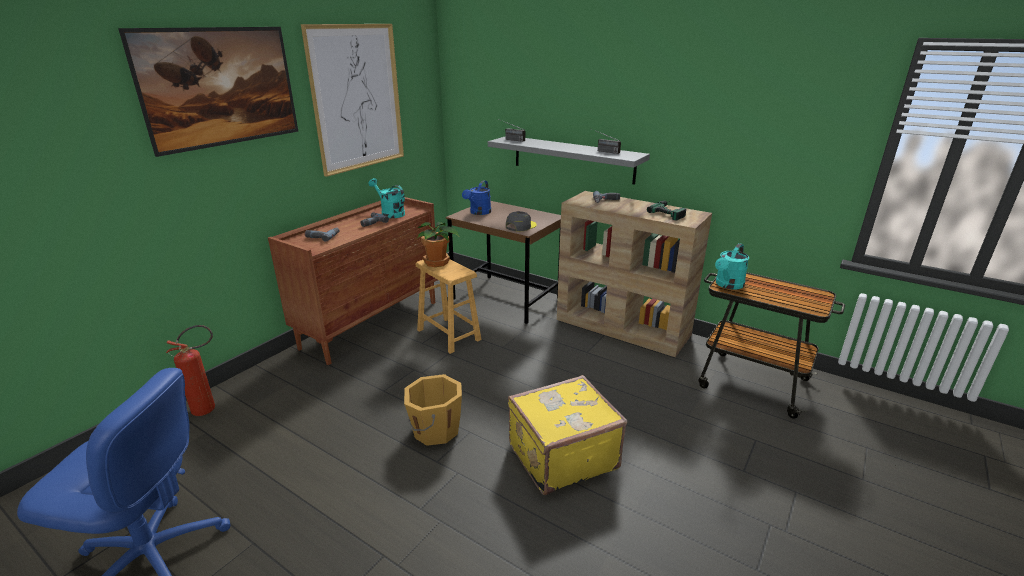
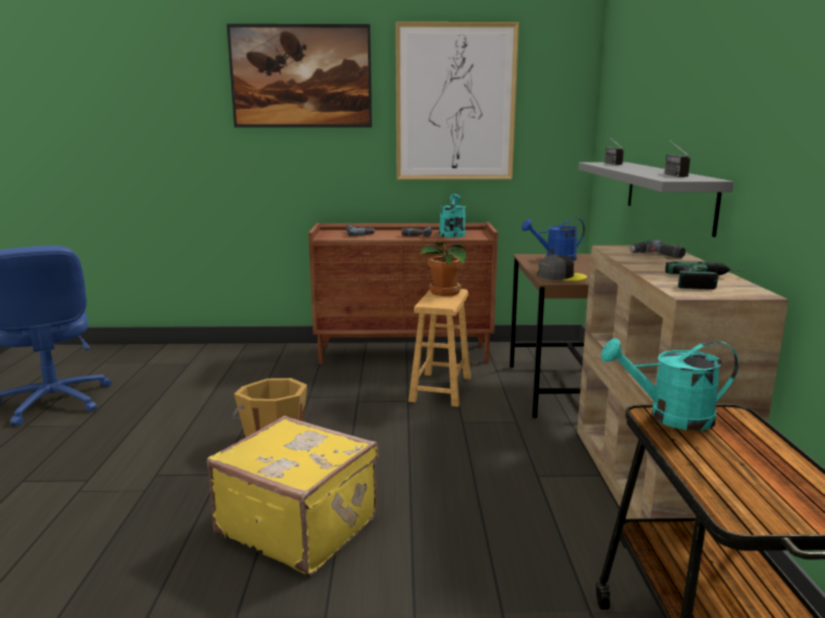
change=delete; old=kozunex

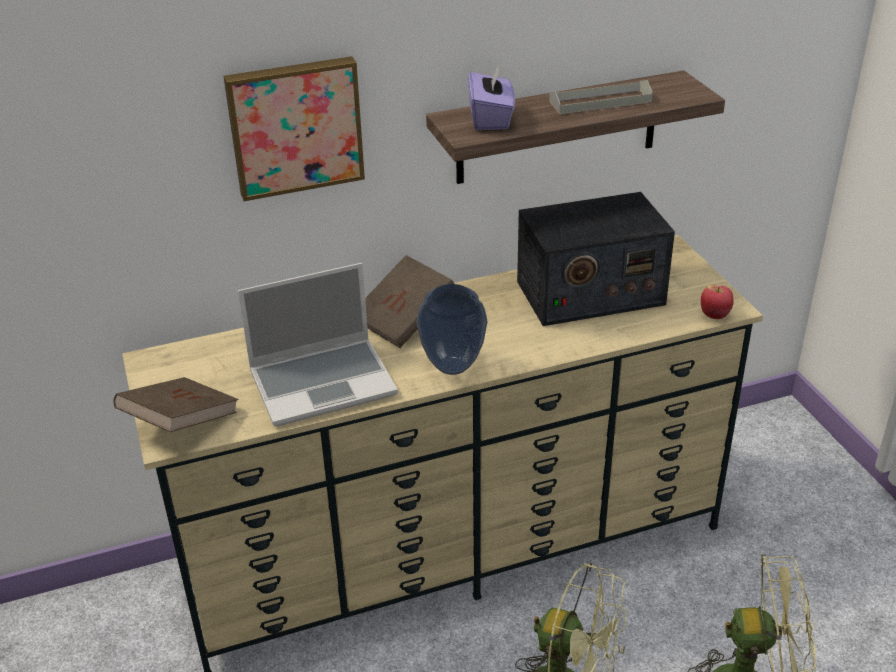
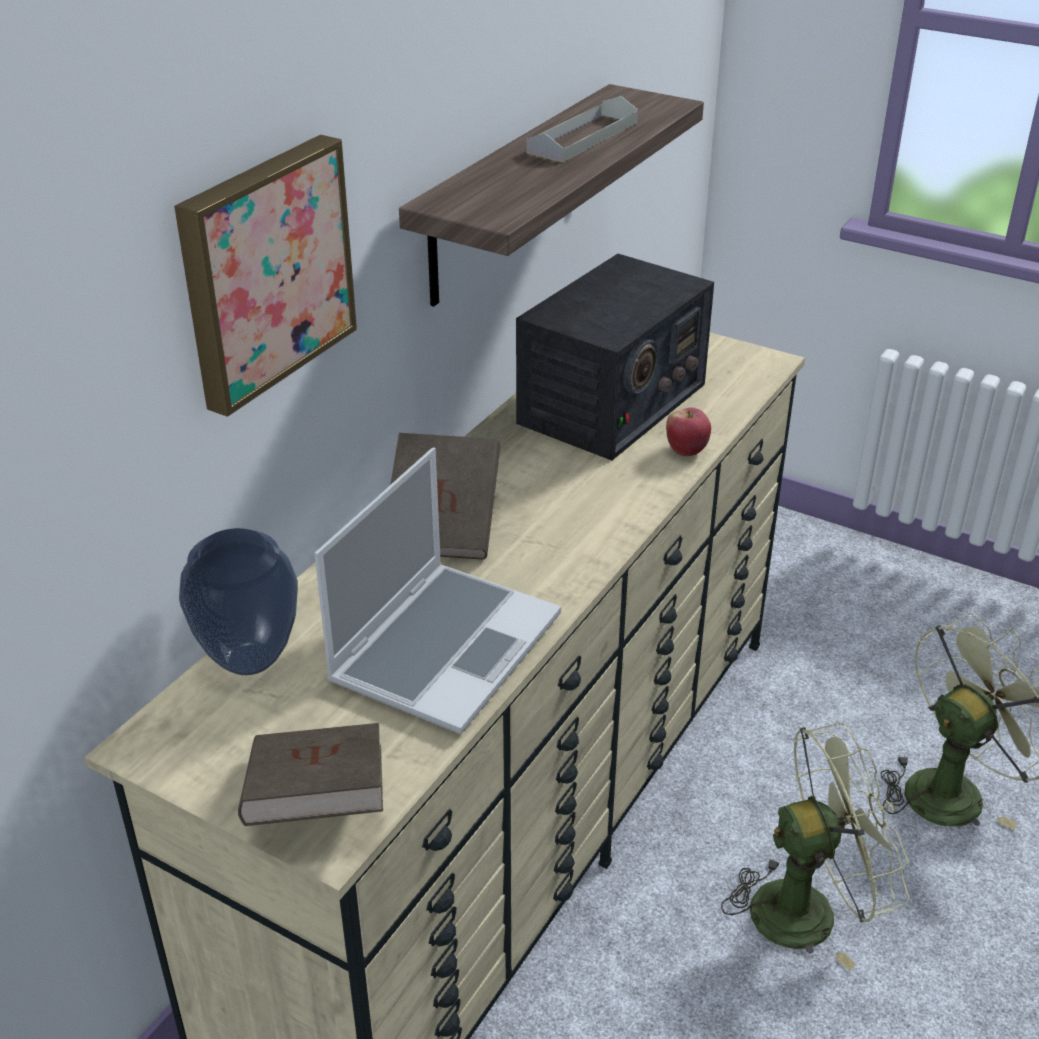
change=delete; old=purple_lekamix
change=move; old=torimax
change=move; old=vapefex

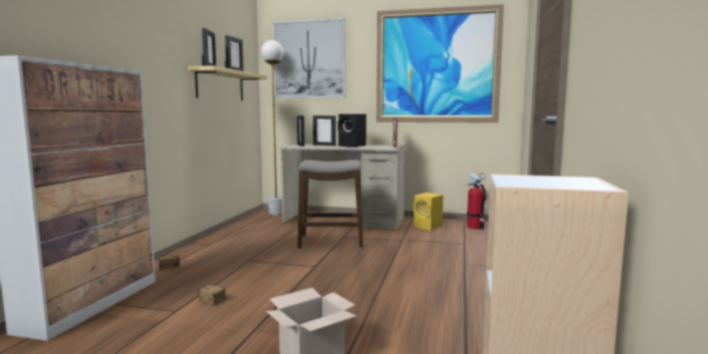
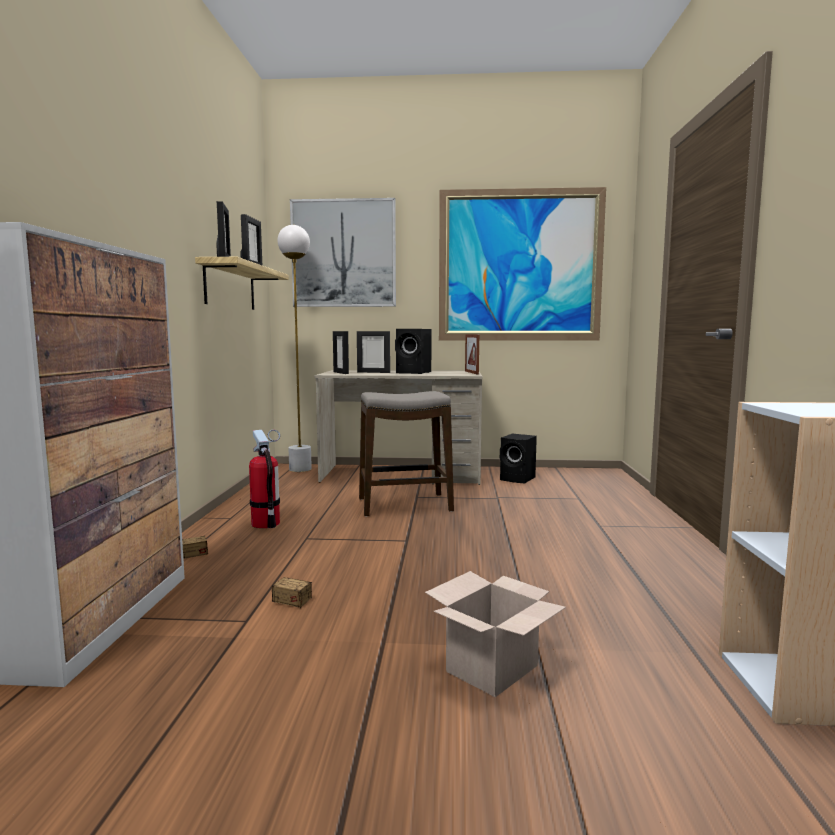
change=move; old=kozunex
change=recolor; old=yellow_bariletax; new=black_bariletax (2nd from left)

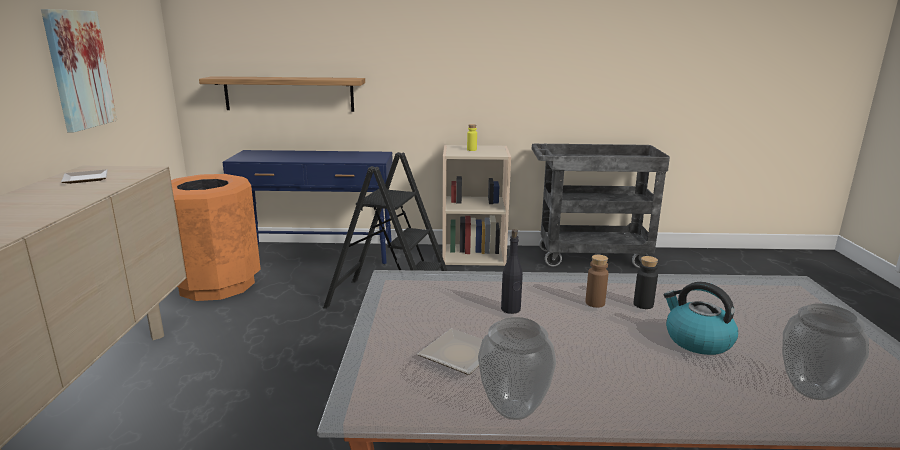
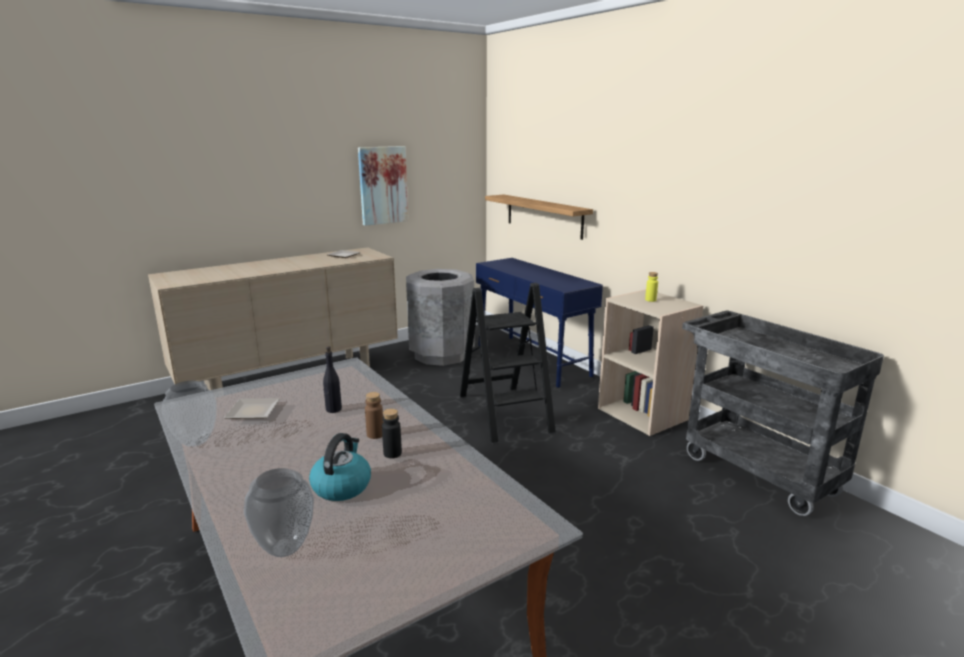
change=recolor; old=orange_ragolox; new=grey_ragolox

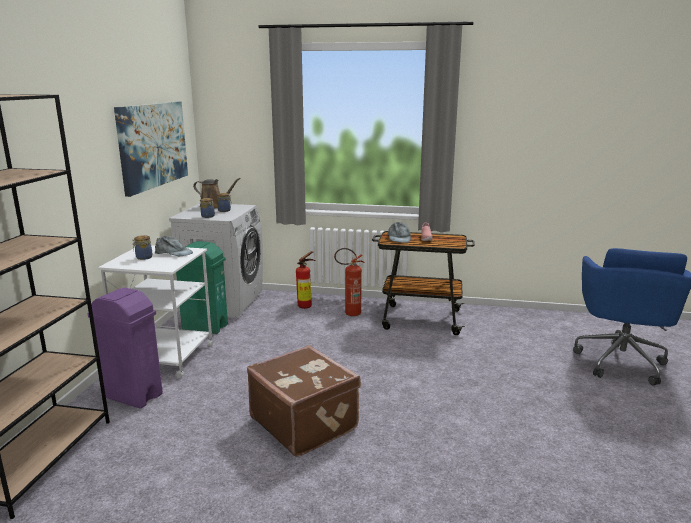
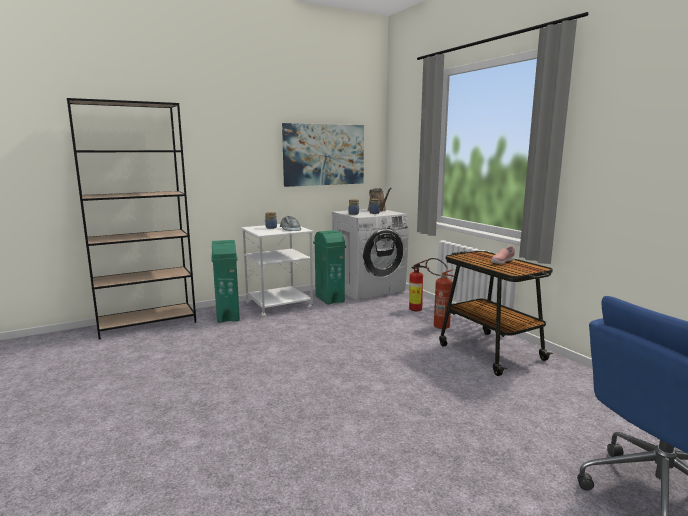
change=delete; old=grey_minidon (2nd from left)
change=recolor; old=purple_ragolox; new=green_ragolox (1st from left)
change=delete; old=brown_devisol

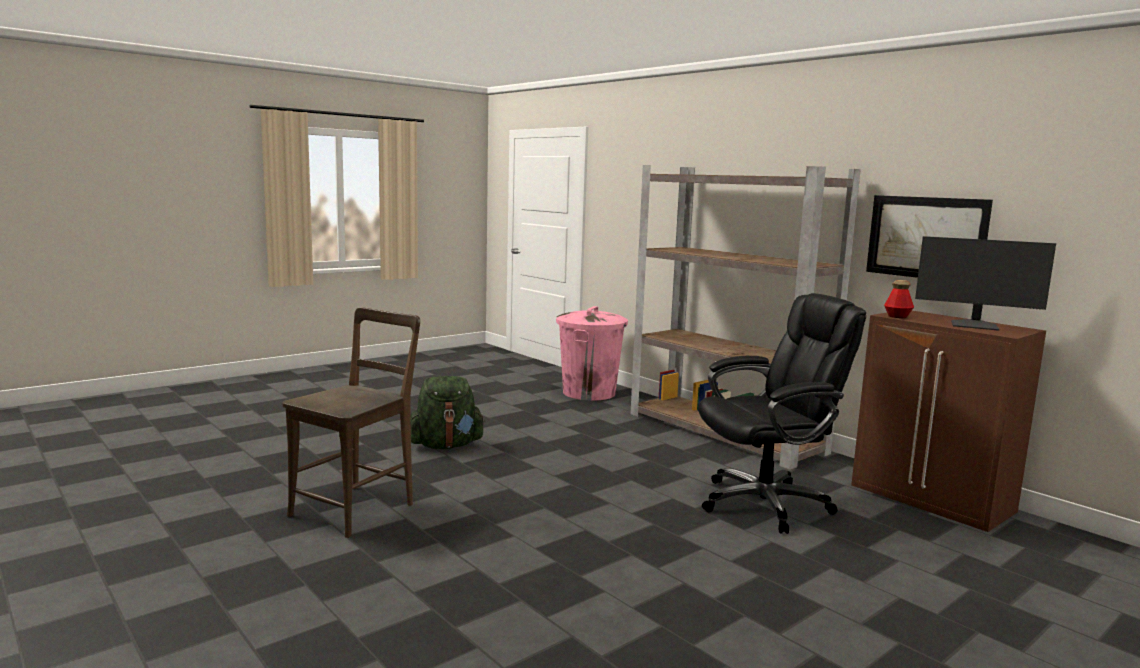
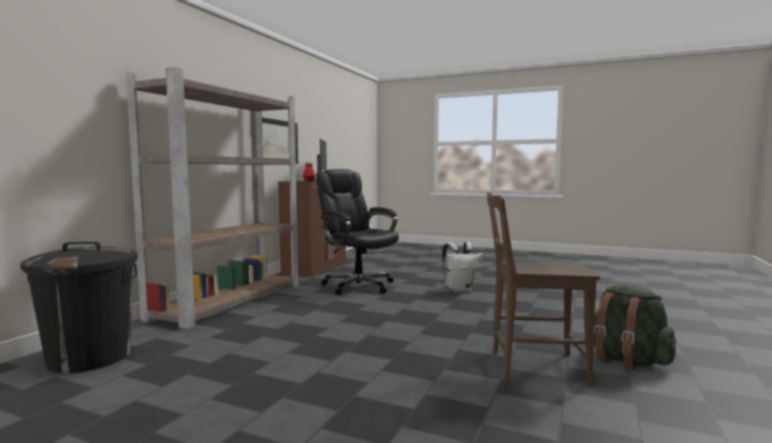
change=recolor; old=pink_ragolox; new=black_ragolox
change=move; old=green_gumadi
change=insert; new=white_gumadi

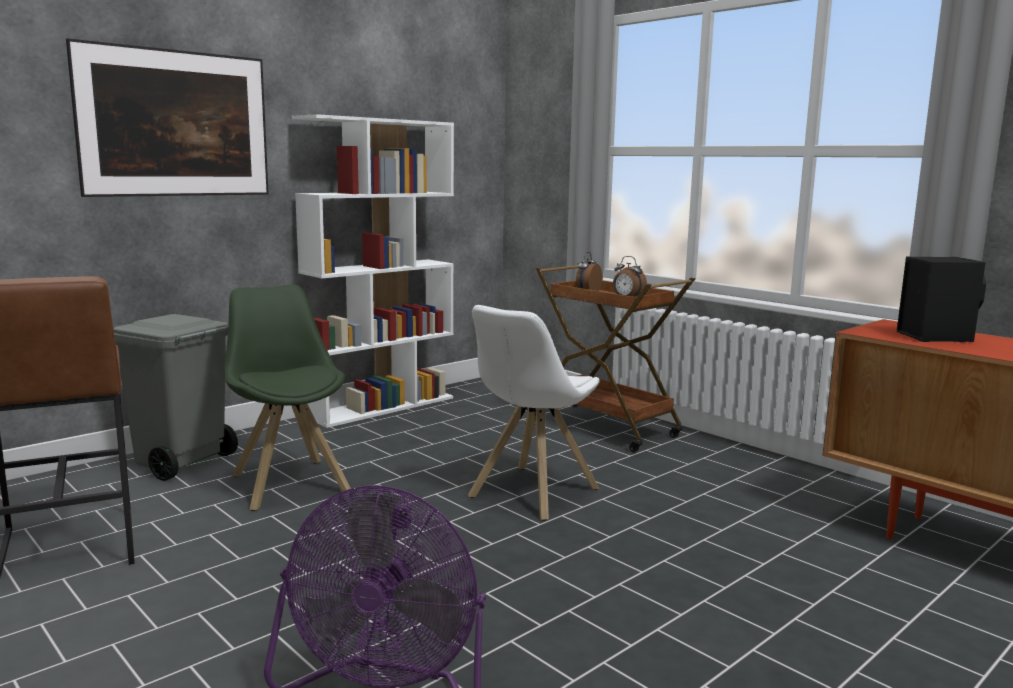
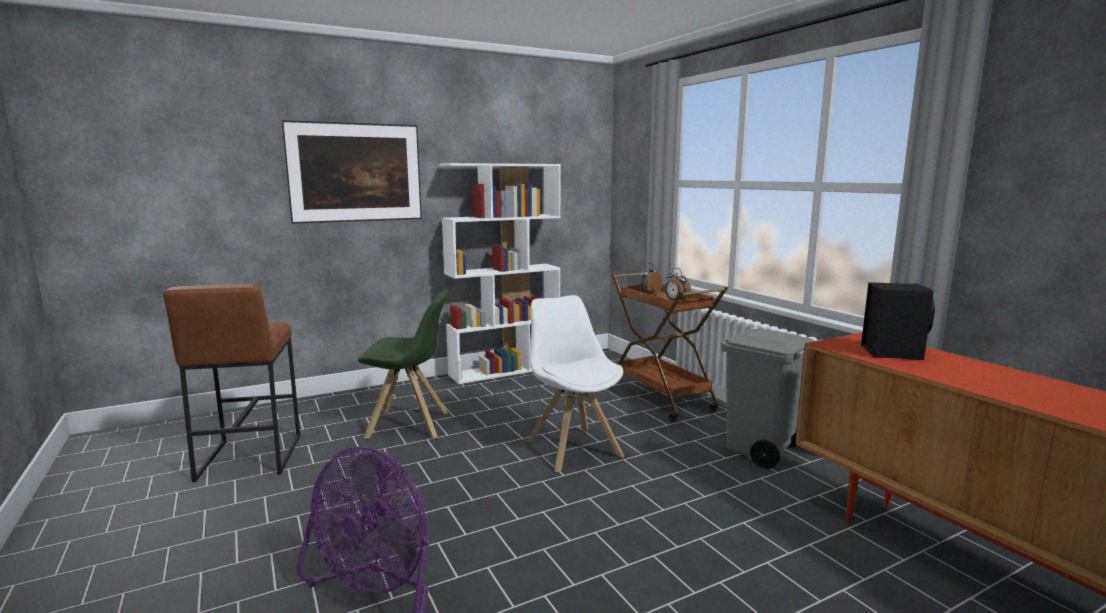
change=rotate; old=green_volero; degrees=105
change=rotate; old=white_volero; degrees=105
change=move; old=grey_ragolox

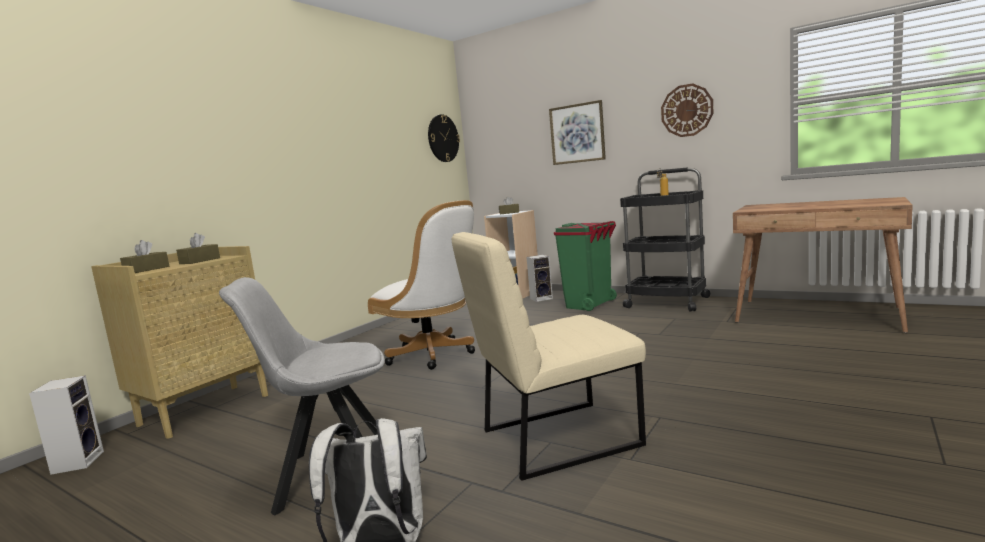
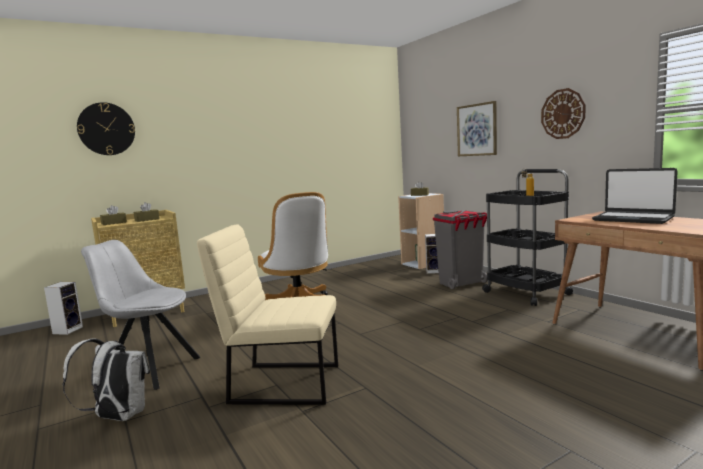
change=move; old=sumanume (1st from left)
change=recolor; old=green_ragolox; new=grey_ragolox
change=insert; new=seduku

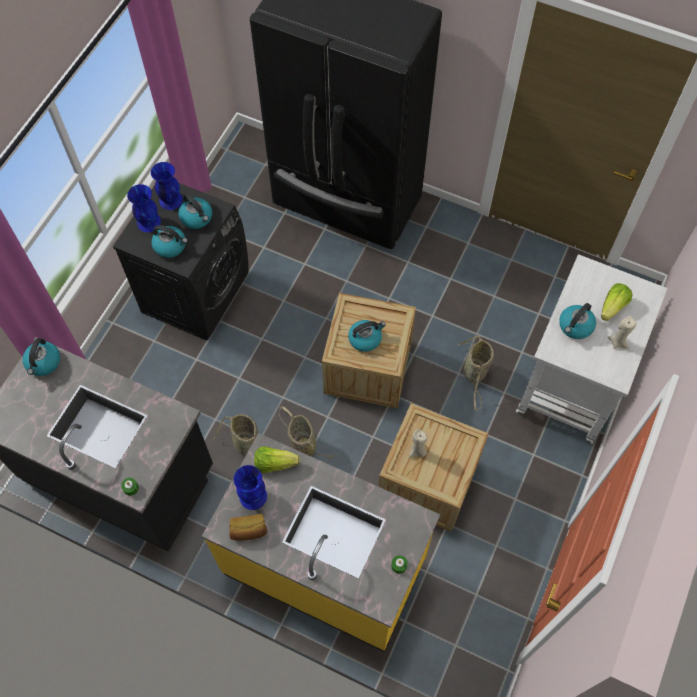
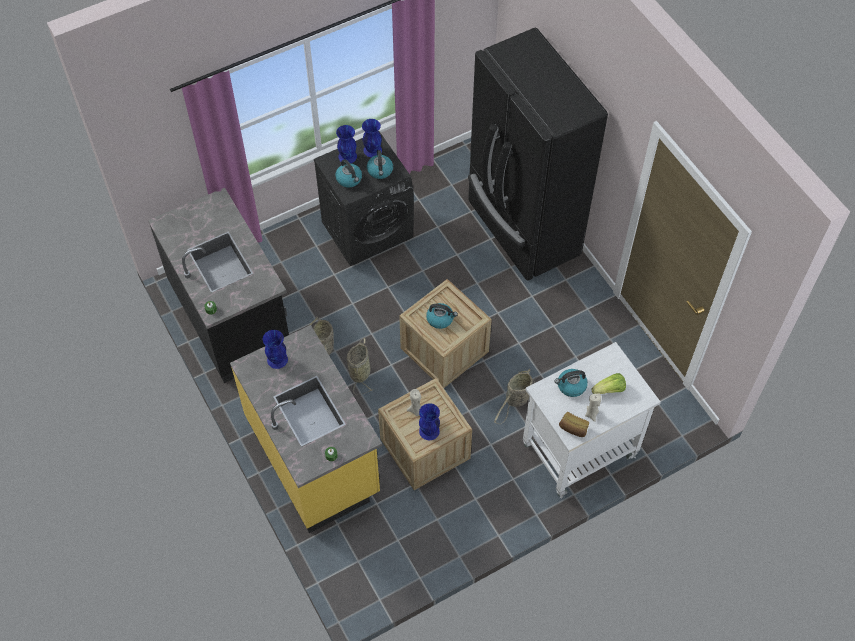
change=delete; old=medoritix (1st from left)
change=delete; old=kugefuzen (1st from left)
change=move; old=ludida
change=insert; new=blue_torimax (4th from left)

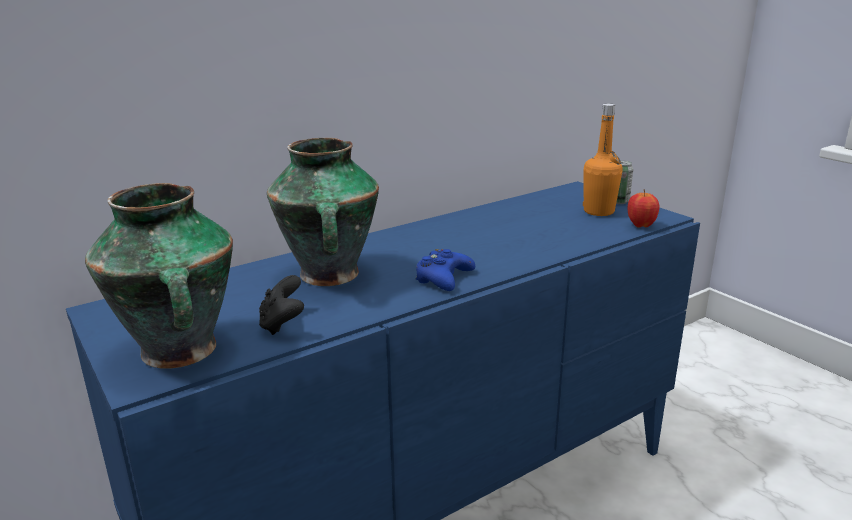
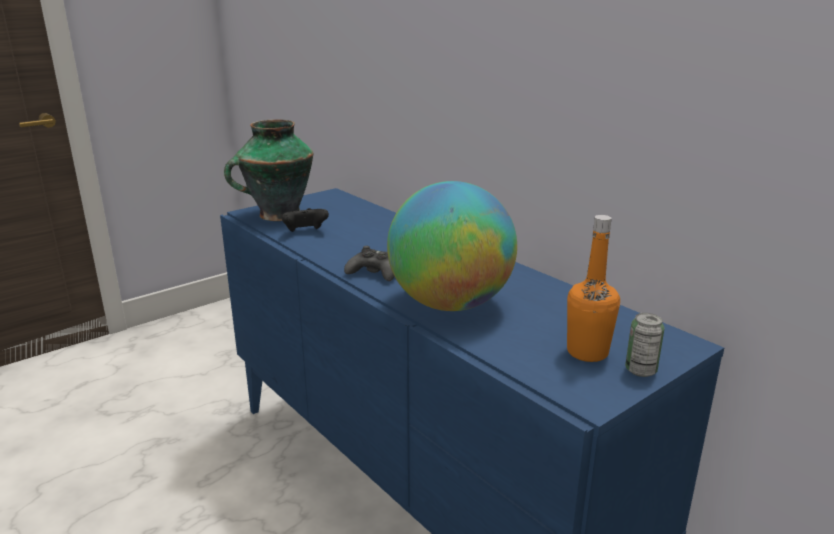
change=delete; old=torimax (2nd from left)
change=delete; old=vapefex
change=recolor; old=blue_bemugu; new=black_bemugu (2nd from left)
change=insert; new=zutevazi

